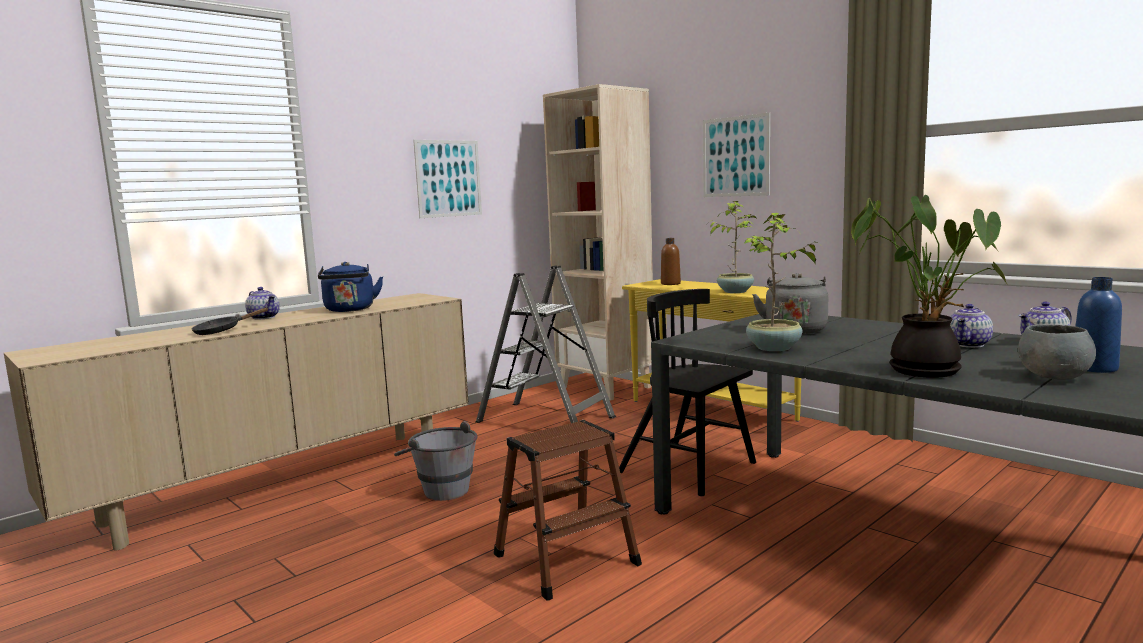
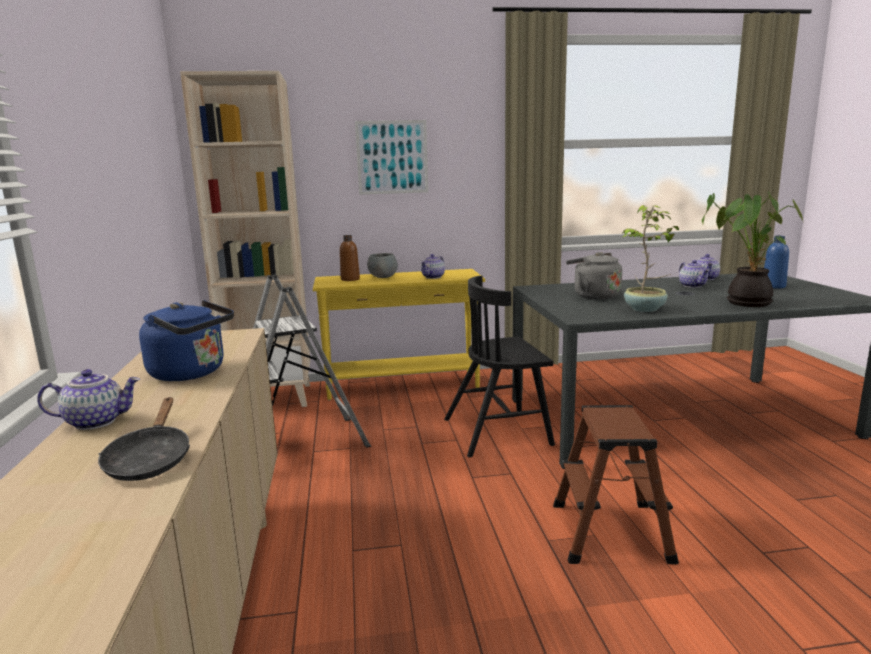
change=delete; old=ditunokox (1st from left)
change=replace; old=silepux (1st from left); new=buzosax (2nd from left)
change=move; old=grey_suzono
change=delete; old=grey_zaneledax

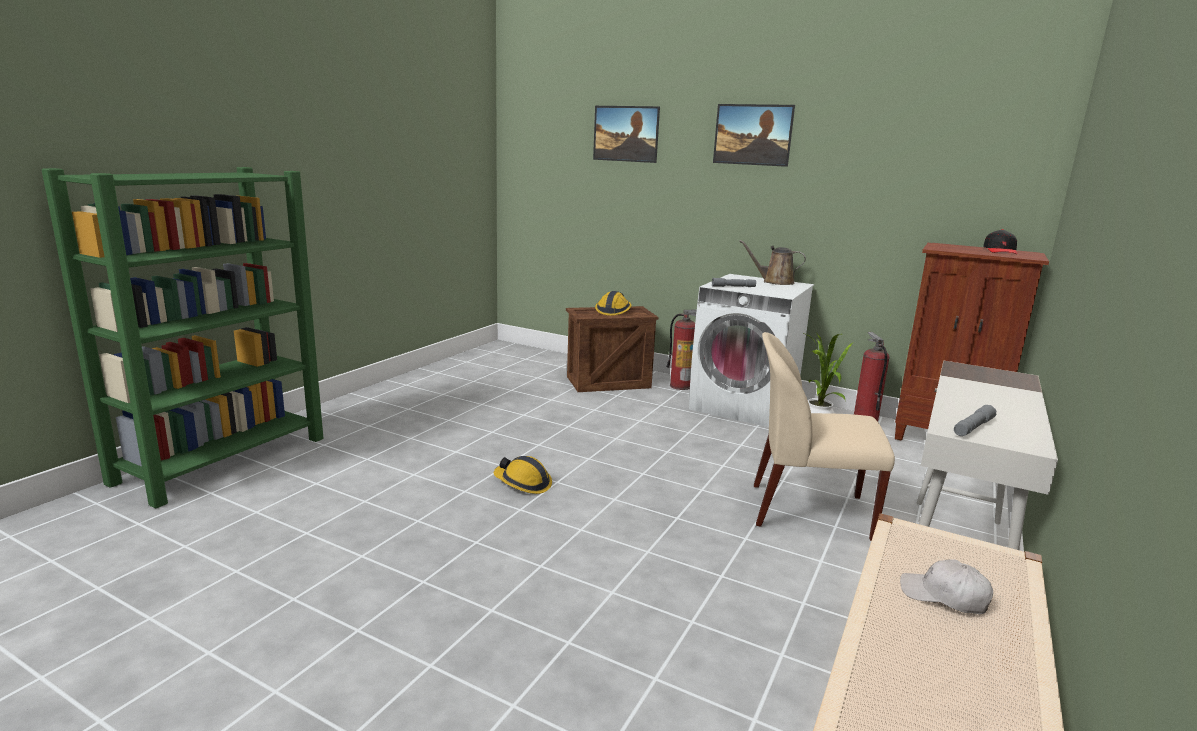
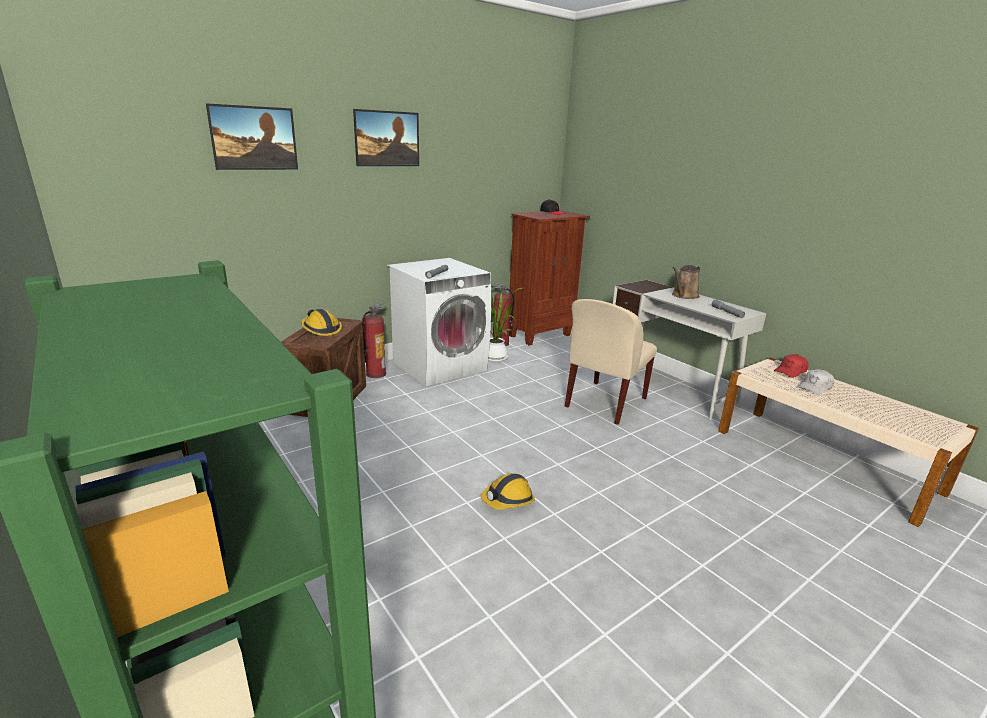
change=move; old=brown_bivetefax
change=insert; new=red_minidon

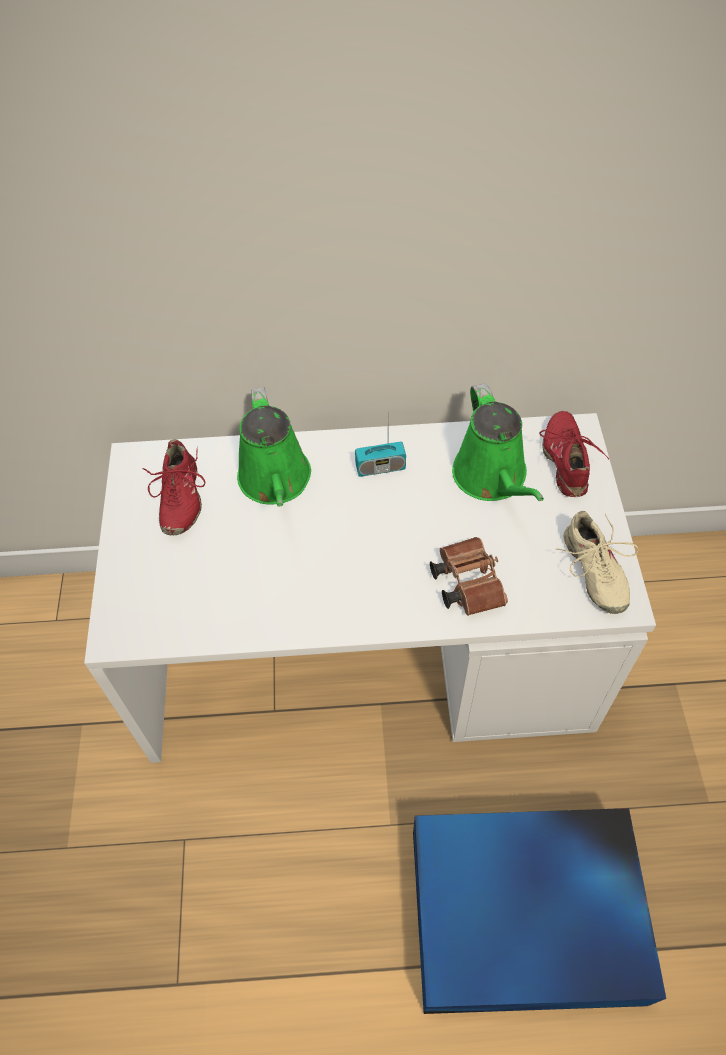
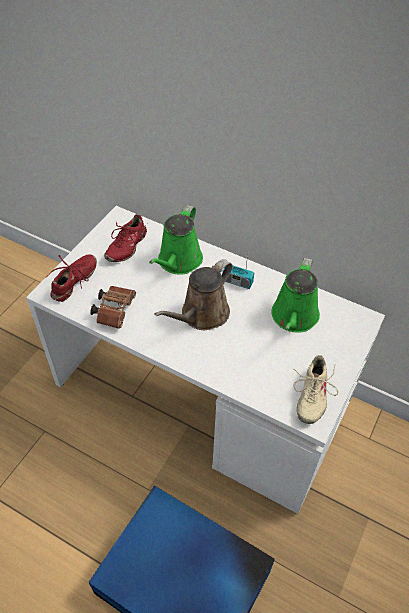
change=move; old=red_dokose (2nd from left in the first image); new=red_dokose (1st from left)
change=move; old=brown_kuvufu
change=insert; new=brown_bivetefax

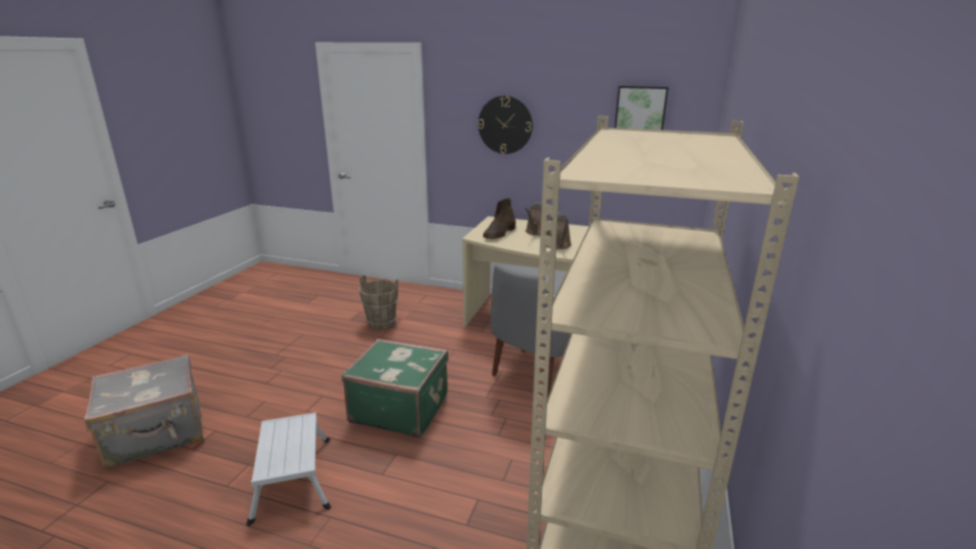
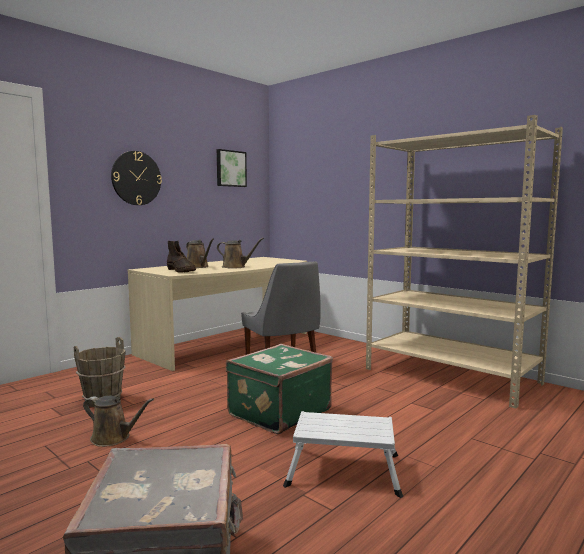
change=insert; new=brown_bivetefax (1st from left)

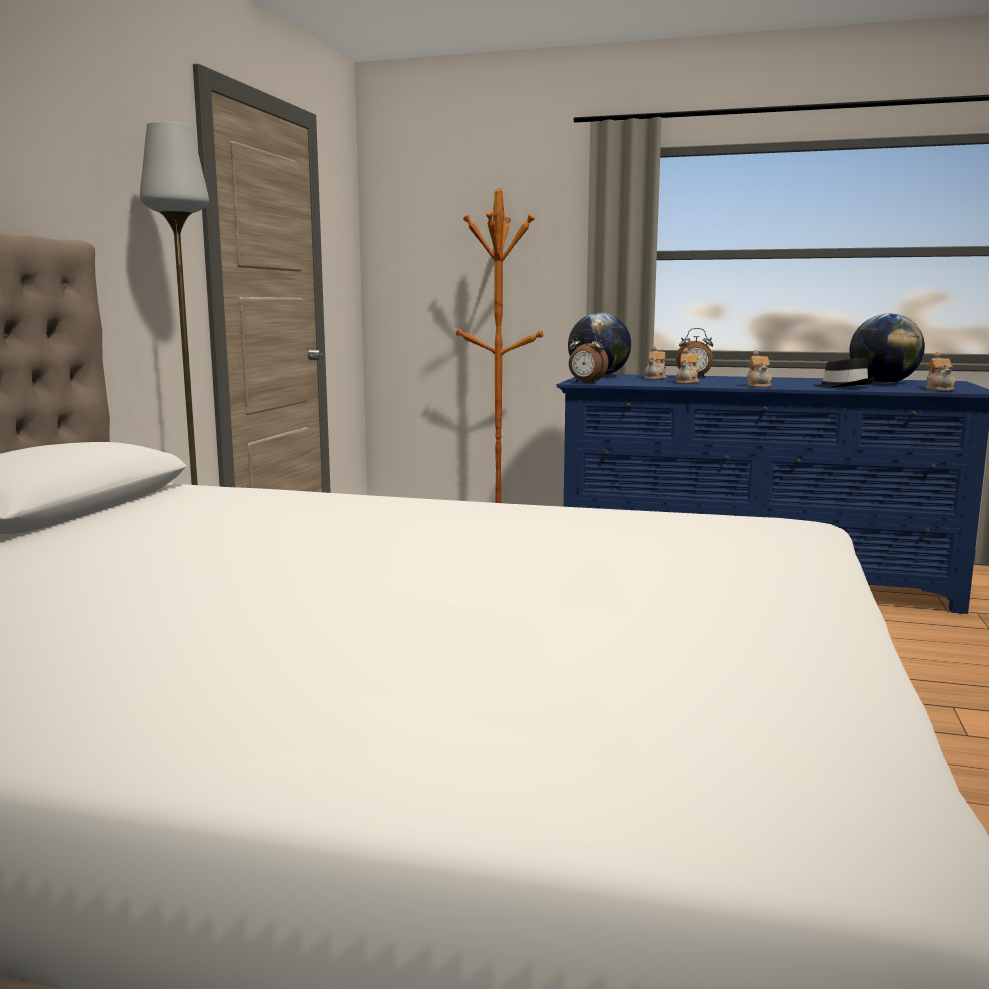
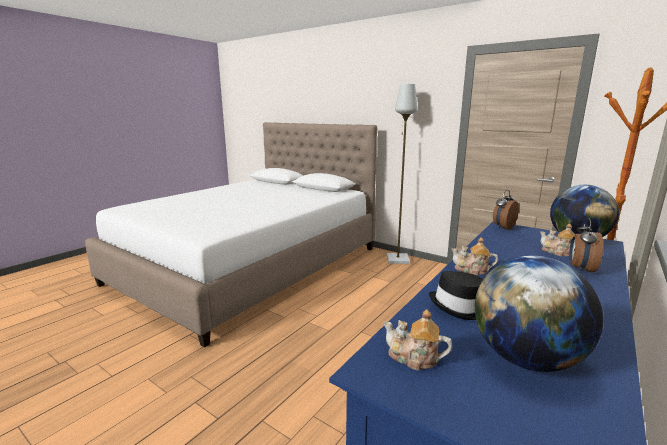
change=delete; old=buzosax (2nd from left)

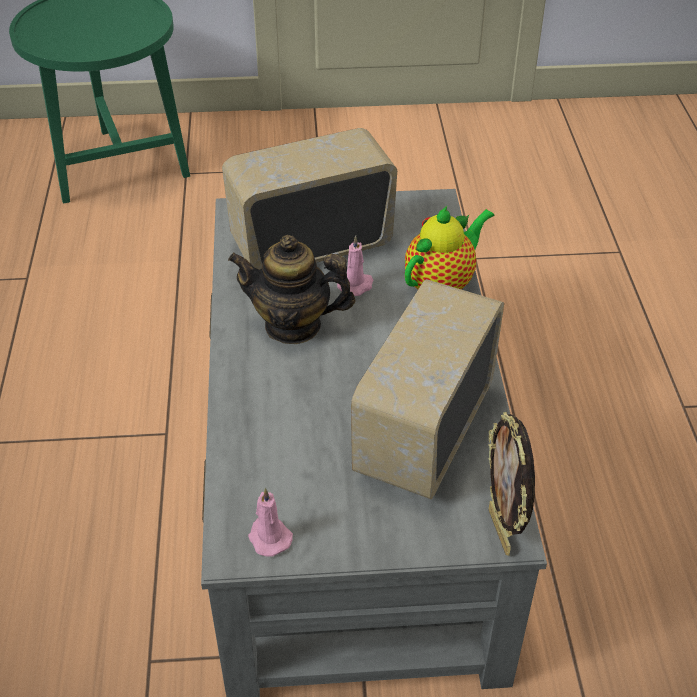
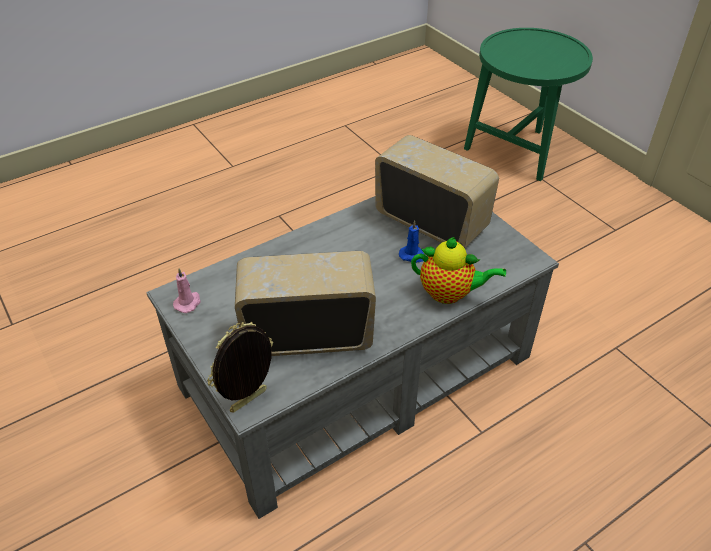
change=delete; old=buzosax (1st from left)
change=recolor; old=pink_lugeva (2nd from left); new=blue_lugeva

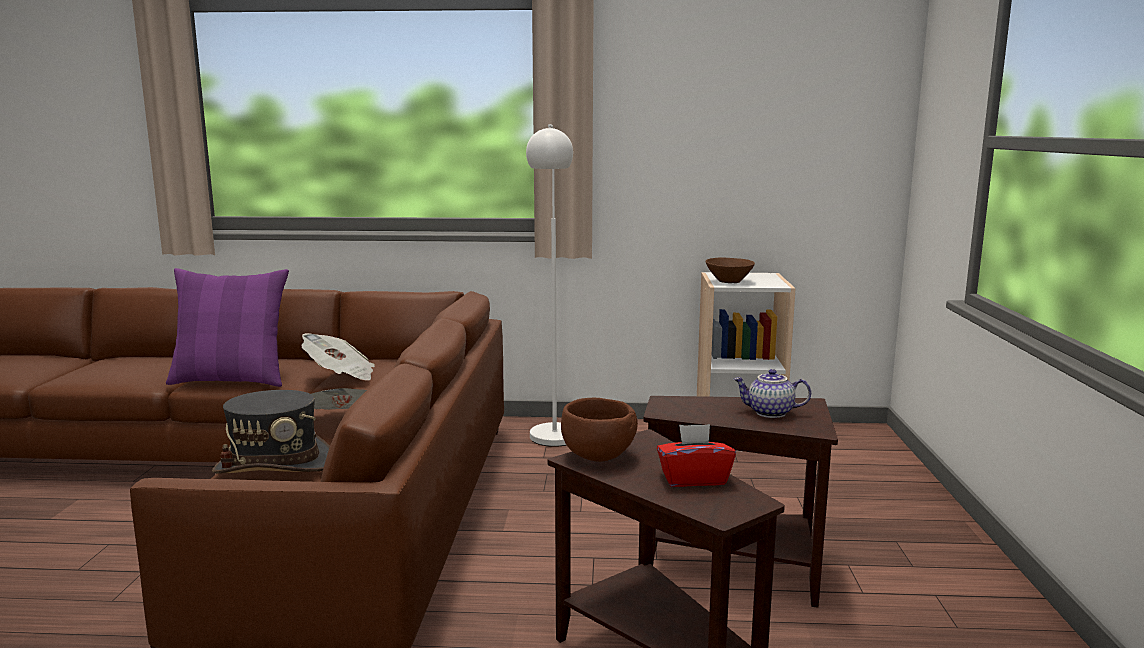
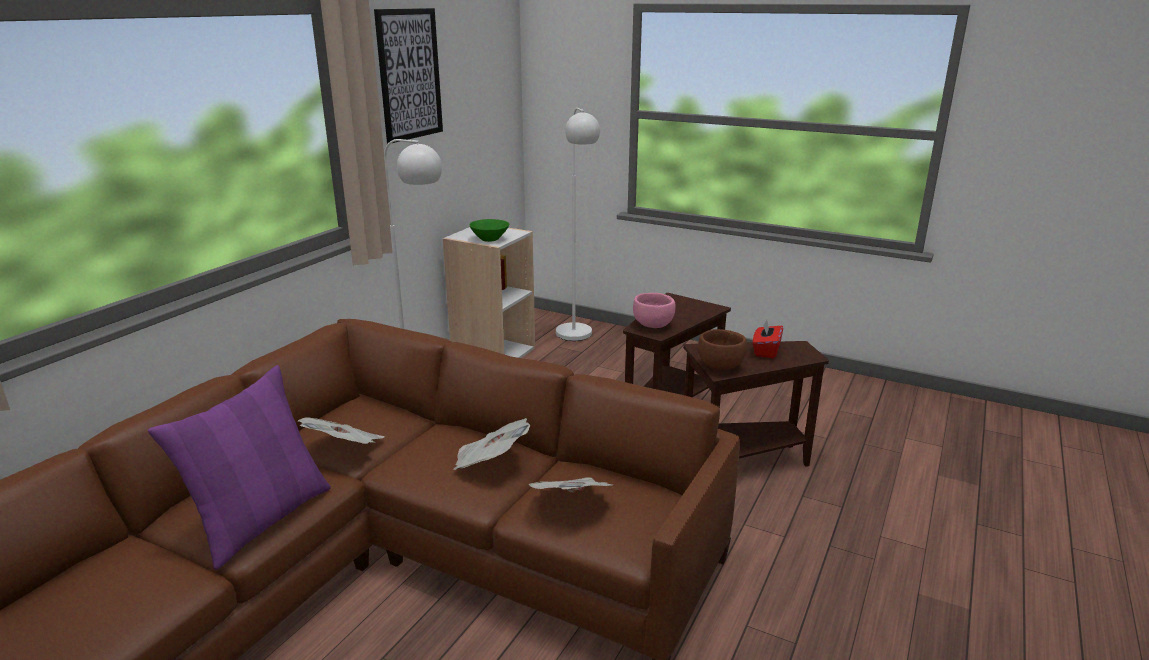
change=recolor; old=brown_suzono (2nd from left); new=green_suzono
change=delete; old=buzosax
change=replace; old=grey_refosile; new=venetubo (3rd from left)
change=insert; new=ditunokox
change=insert; new=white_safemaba (2nd from left)
change=insert; new=pink_suzono

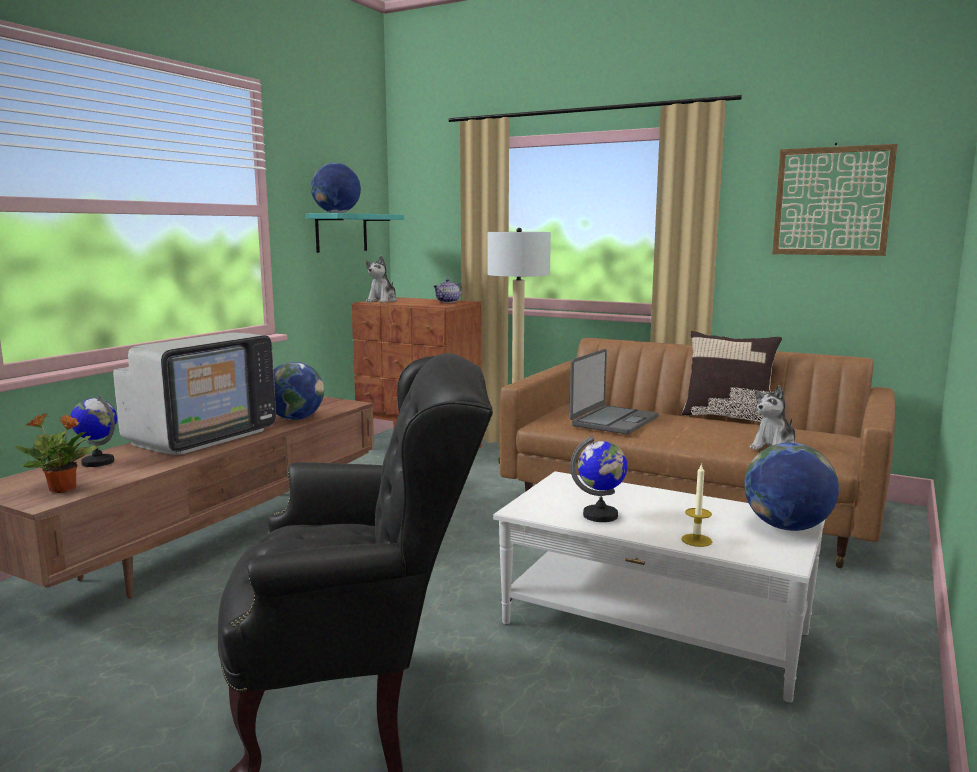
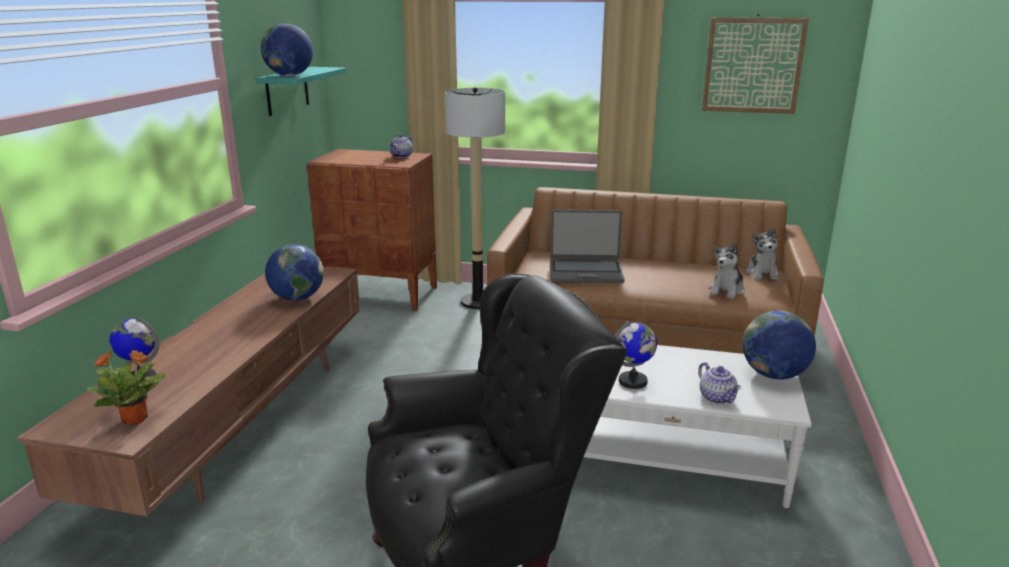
change=move; old=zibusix (1st from left in the first image); new=zibusix (2nd from left)
change=delete; old=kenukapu
change=delete; old=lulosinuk
change=rotate; old=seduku; degrees=75
change=replace; old=lugeva; new=buzosax (2nd from left)

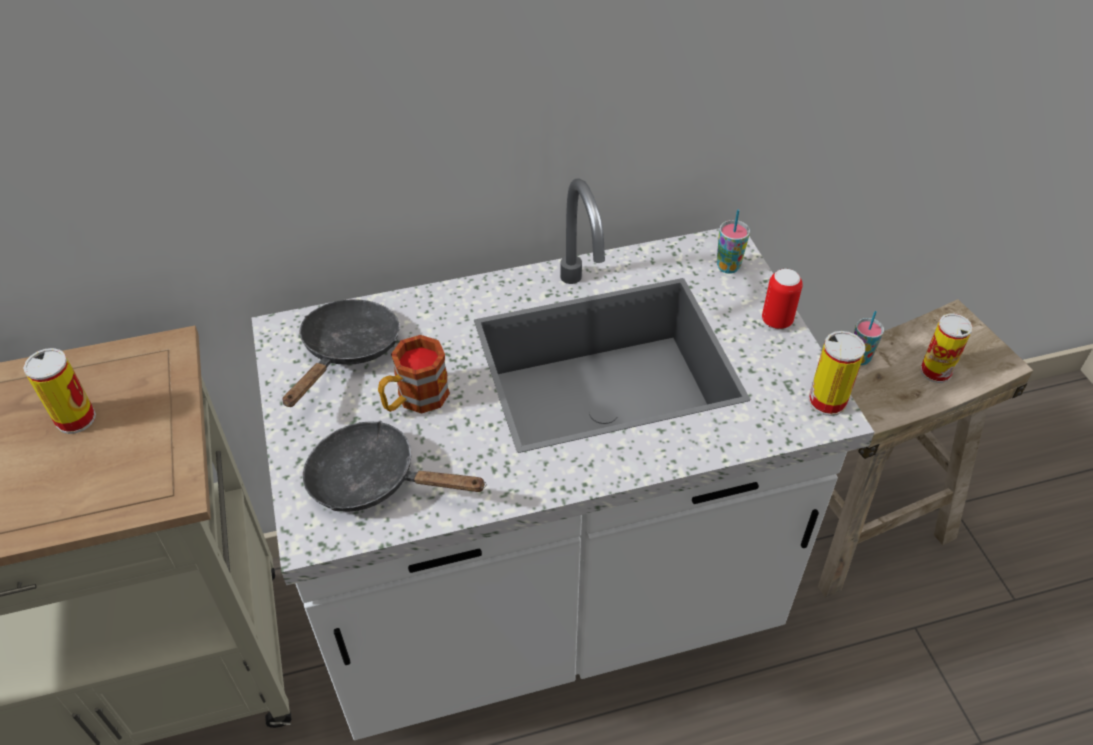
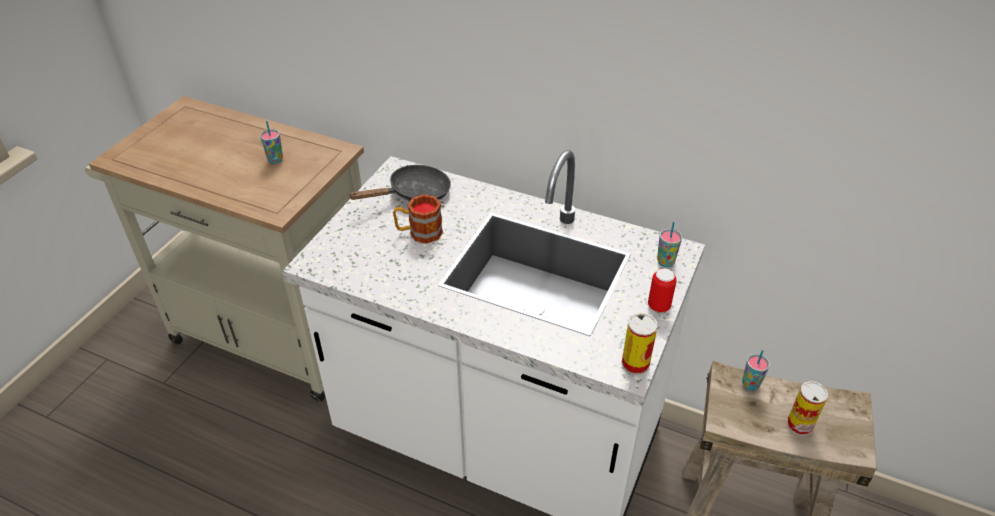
change=replace; old=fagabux (1st from left); new=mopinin (1st from left)
change=delete; old=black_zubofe (2nd from left)

